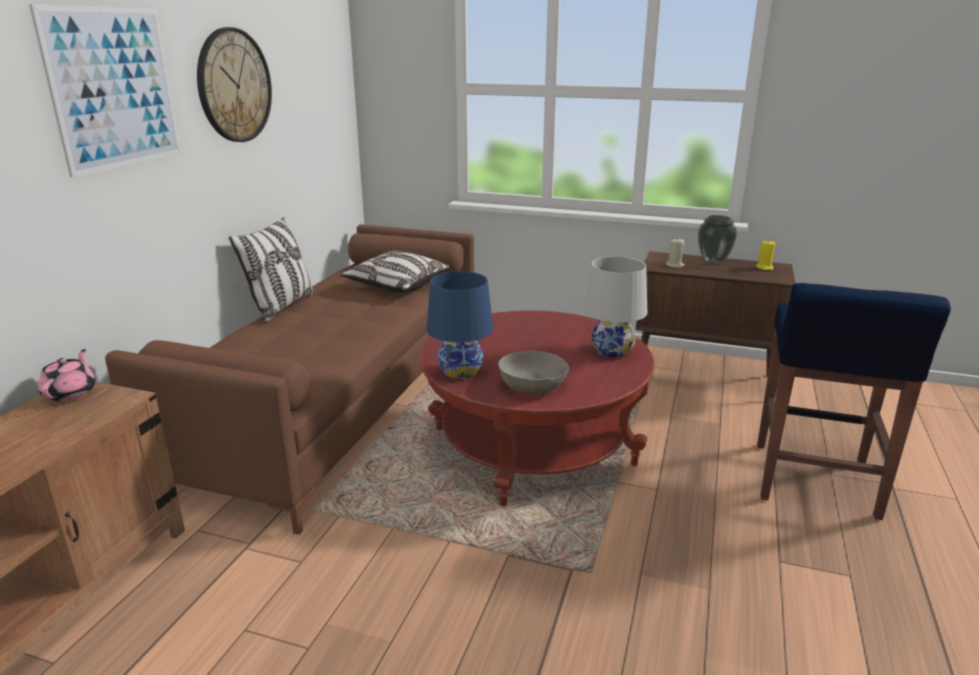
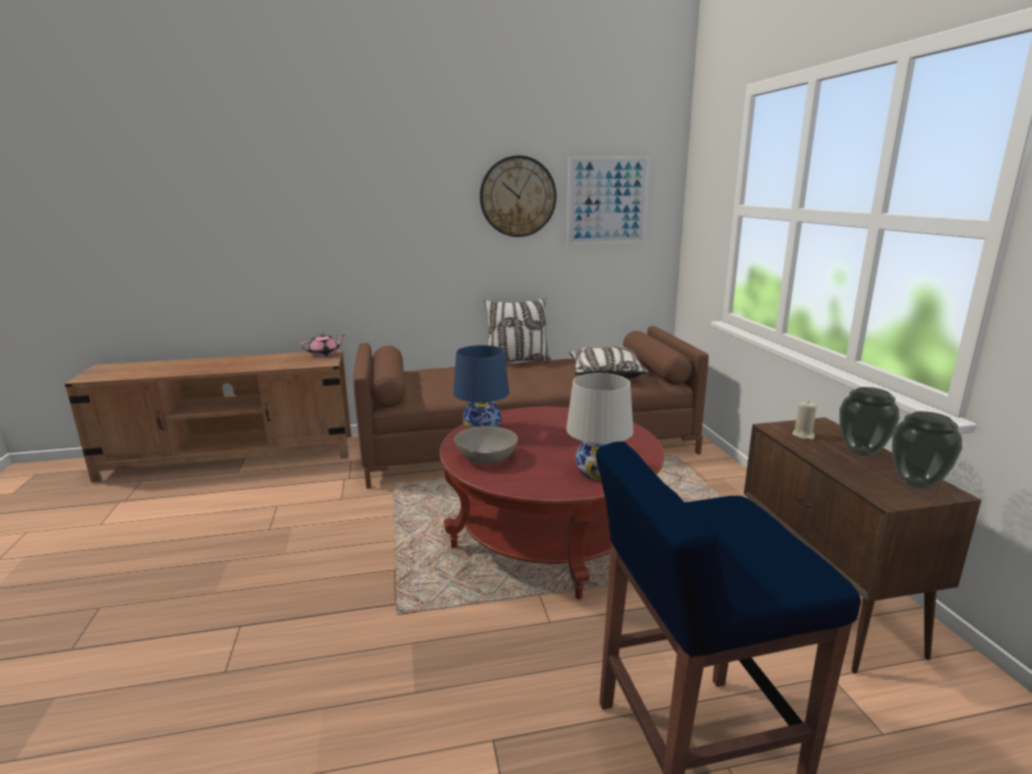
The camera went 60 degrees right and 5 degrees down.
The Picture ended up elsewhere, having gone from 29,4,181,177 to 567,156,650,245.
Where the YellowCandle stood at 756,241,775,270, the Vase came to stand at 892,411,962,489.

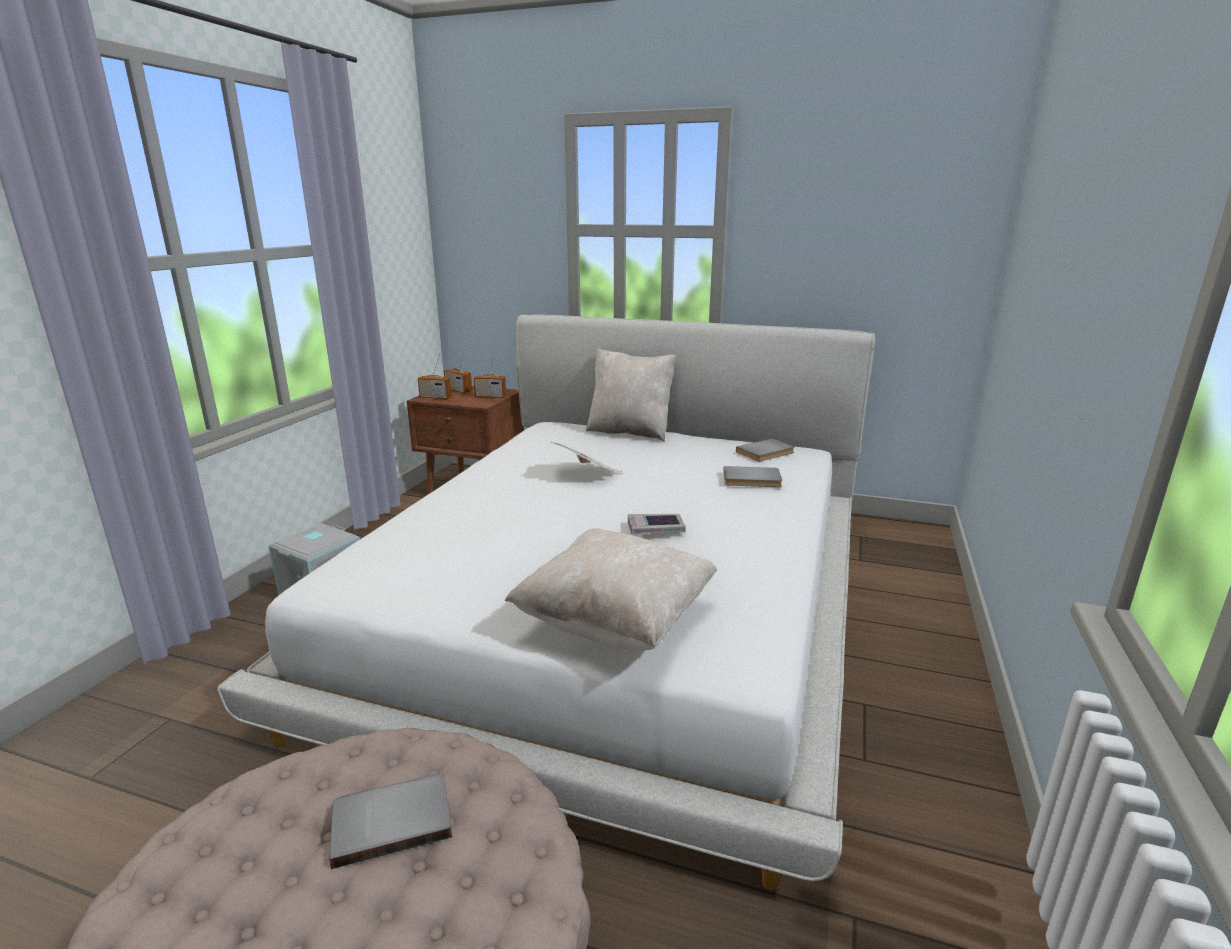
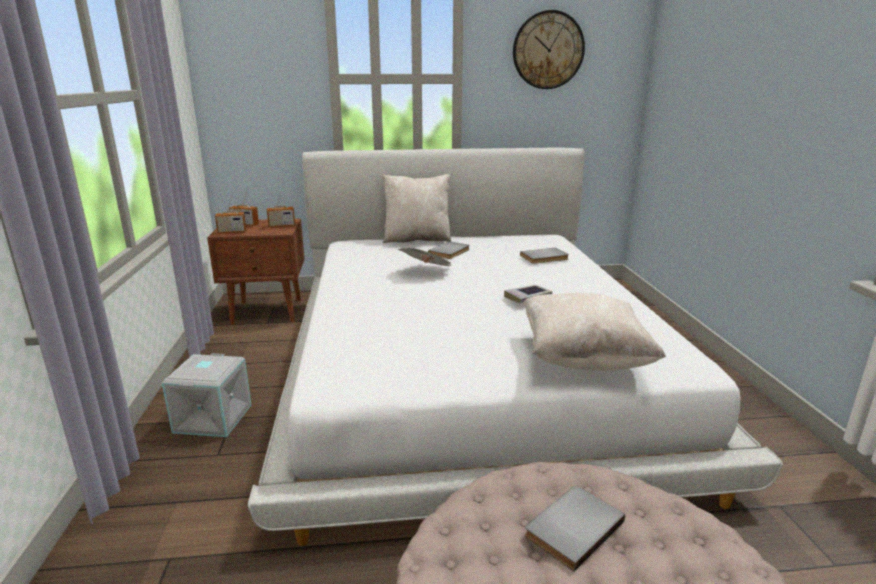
The camera went 25 degrees left and 0 degrees up.
The second view gained the WallClock at 513,10,585,89.
The GreyBook ended up elsewhere, having gone from 736,438,794,461 to 428,241,470,259.

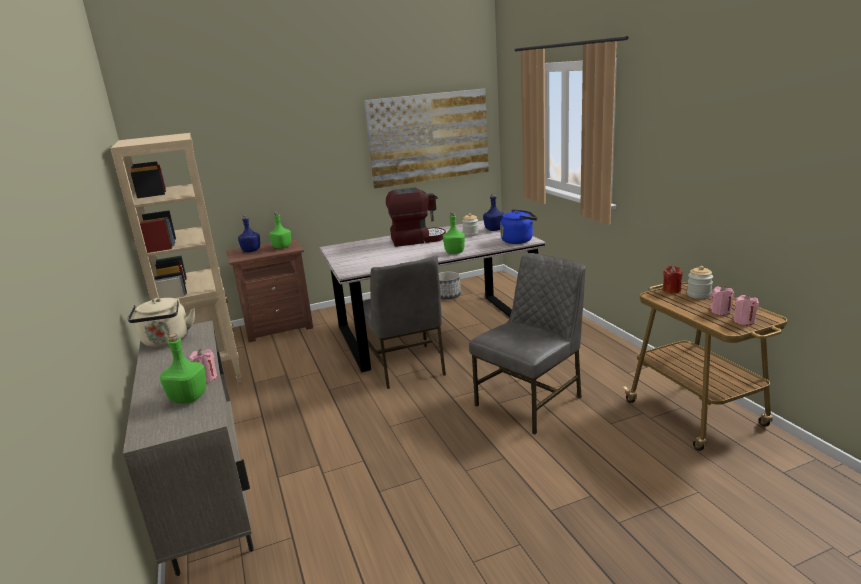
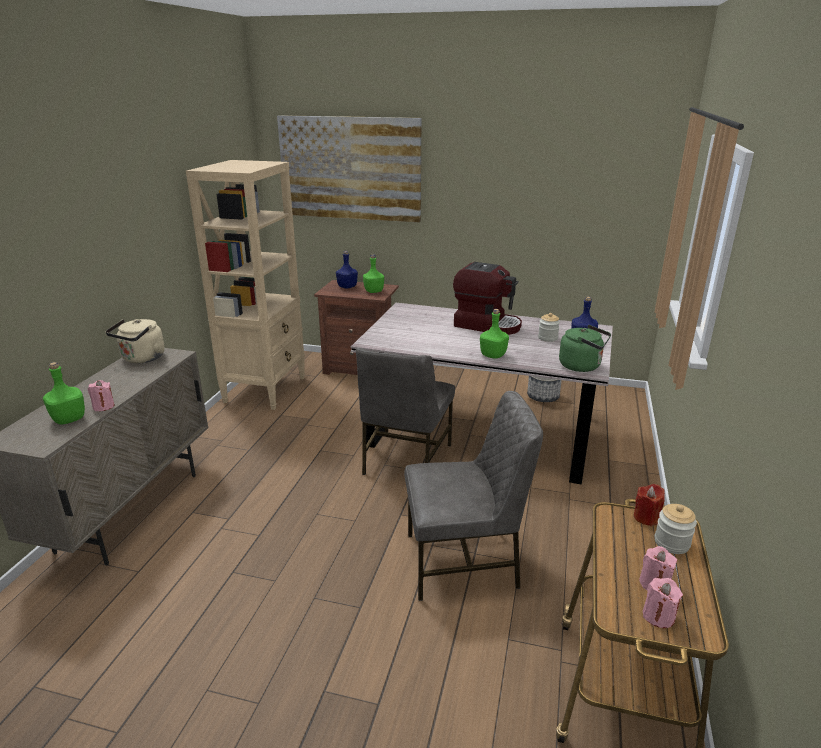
The camera went 35 degrees right and 5 degrees up.
The Picture ended up elsewhere, having gone from 364,88,489,189 to 277,115,421,223.
What was the BlueKettle at 500,209,538,244 turned into the GreenKettle at 559,325,611,372.

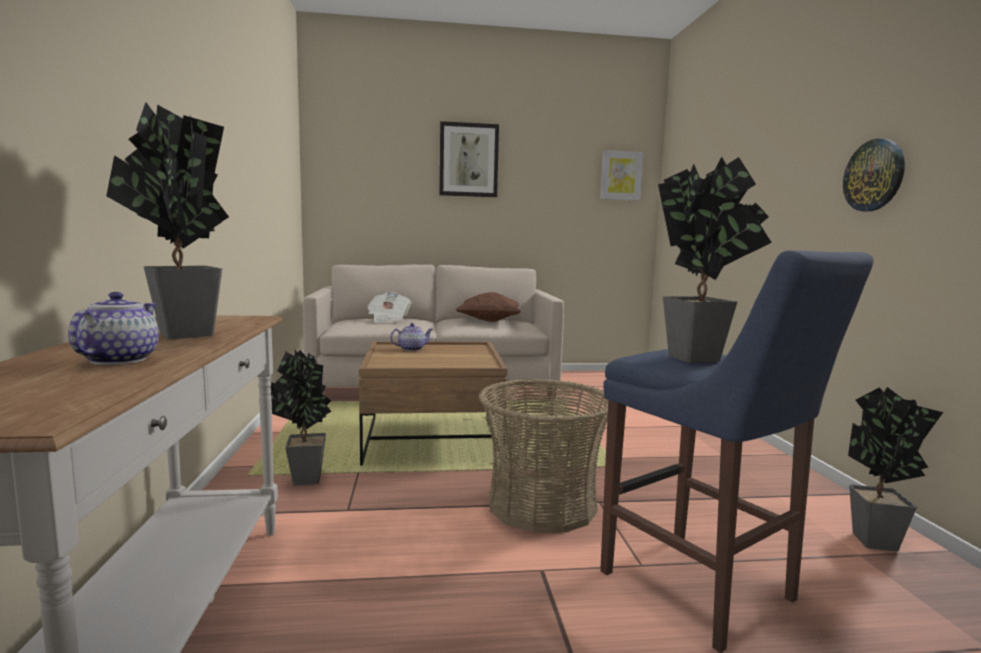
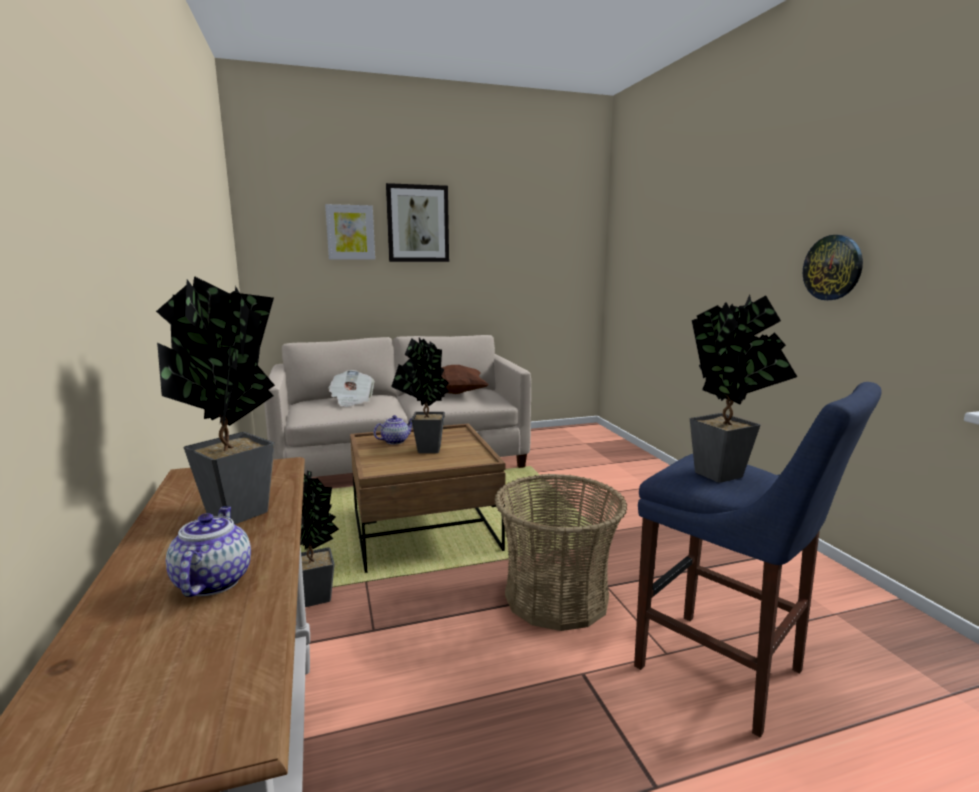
The camera went 10 degrees left and 5 degrees up.
The Picture ended up elsewhere, having gone from 600,150,643,201 to 325,204,375,259.
The PottedPlant ended up elsewhere, having gone from 848,387,943,552 to 391,338,449,453.

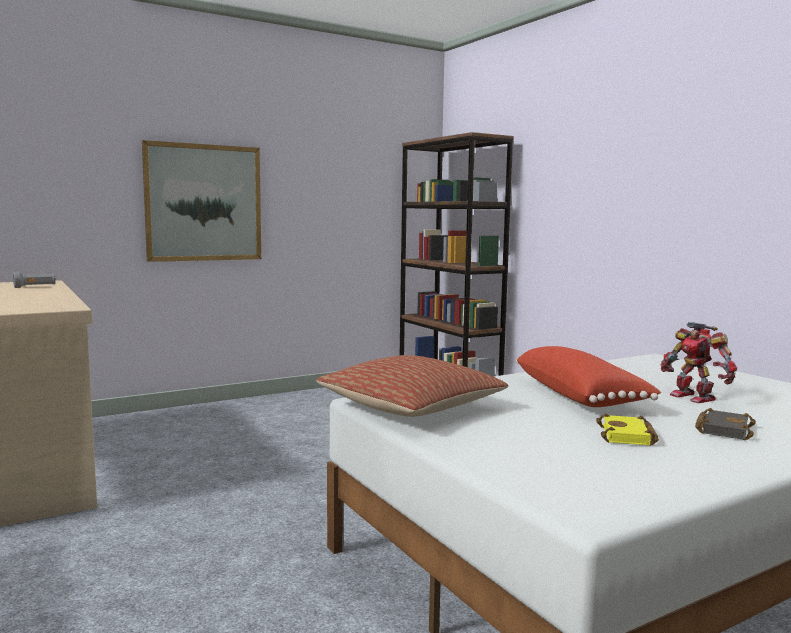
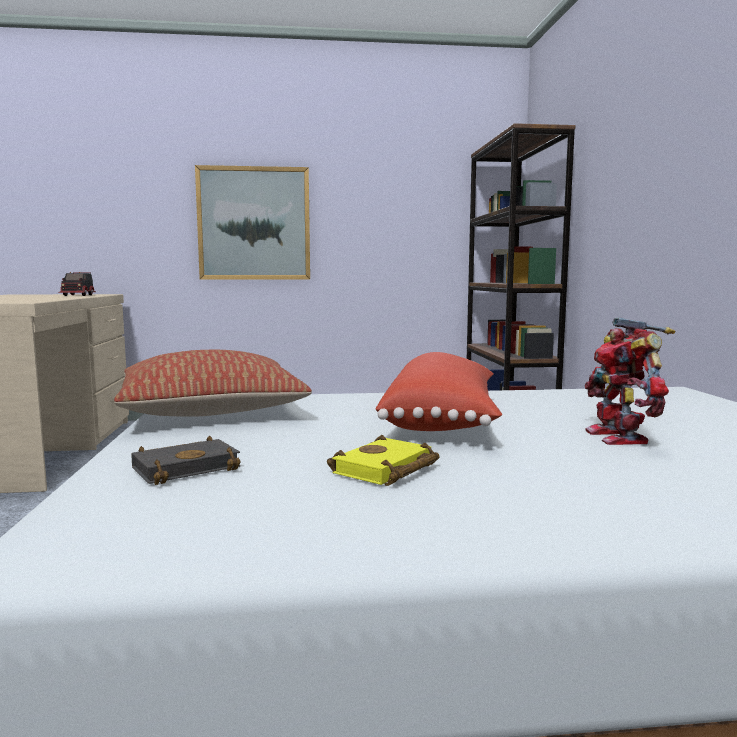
The camera went 25 degrees right and 0 degrees up.
The BlackBook ended up elsewhere, having gone from 695,408,756,440 to 131,435,241,485.
Where the GreyFlashlight stood at 13,272,56,288, the ToyTruck came to stand at 58,272,96,296.

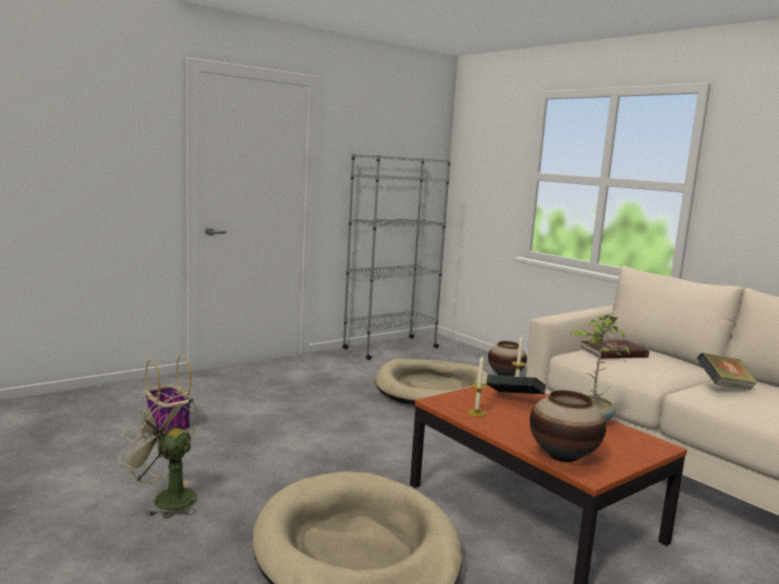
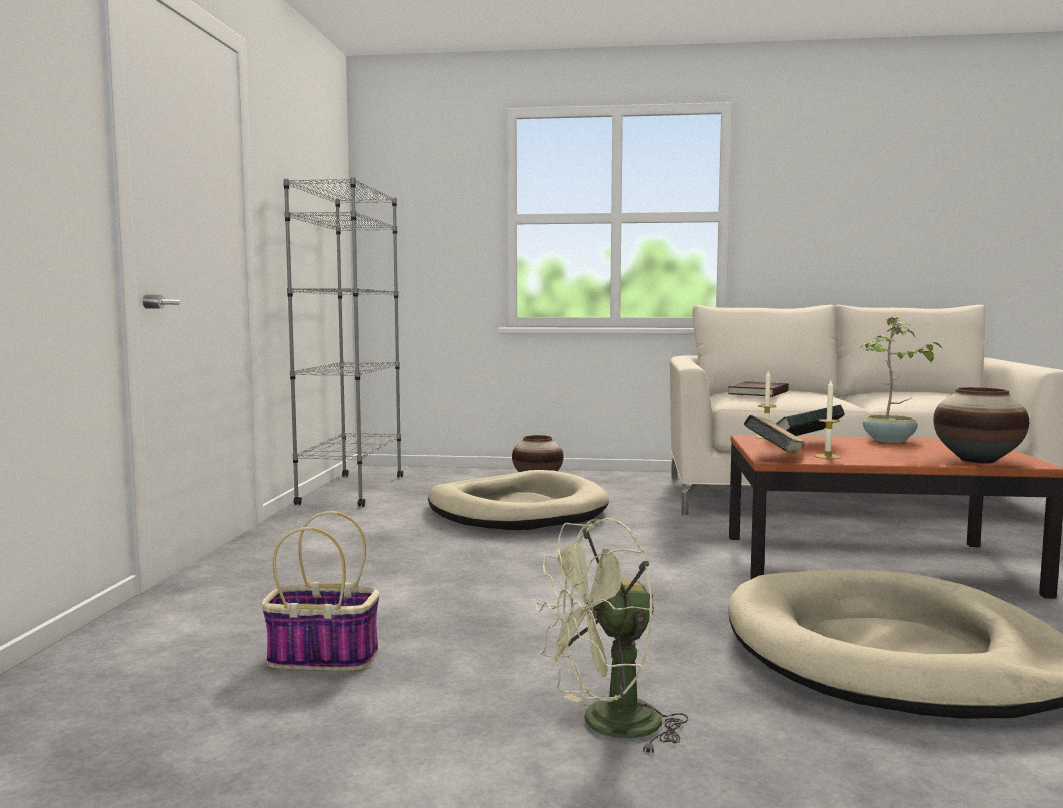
The camera went 45 degrees left and 5 degrees down.
The Book ended up elsewhere, having gone from 697,353,758,390 to 744,415,805,454.

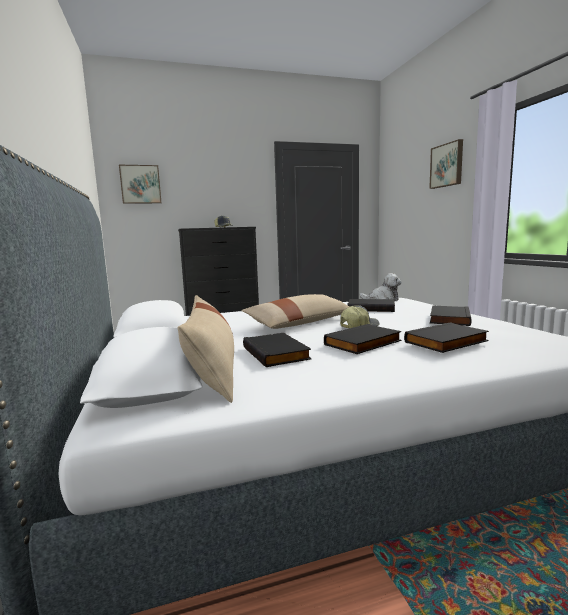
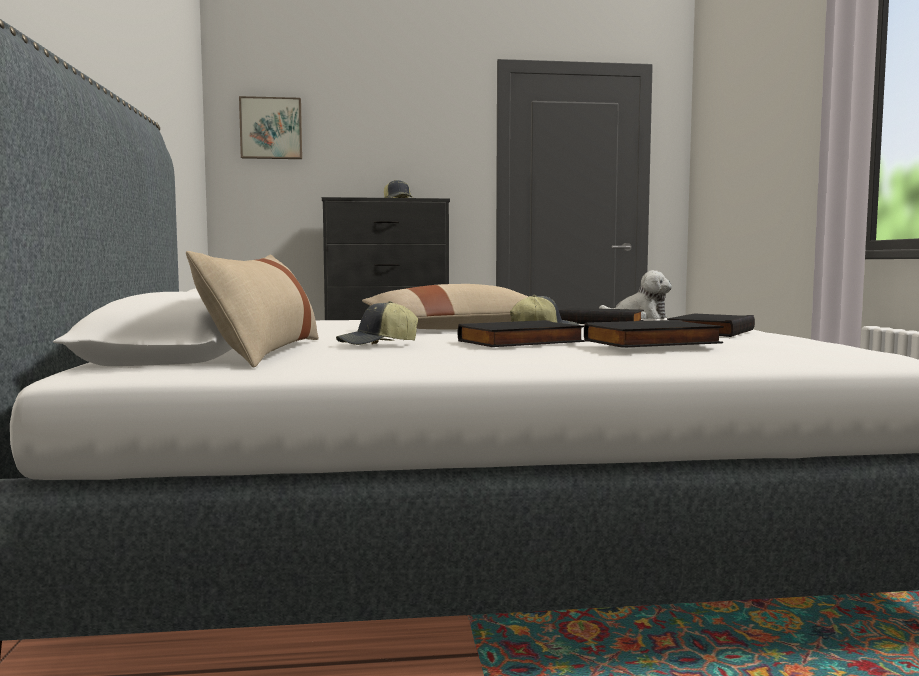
The camera went 10 degrees right and 5 degrees down.
The second view lost the Picture at 429,139,463,189.
Where the BlackBook stood at 243,333,312,367, the Cap came to stand at 336,301,418,345.

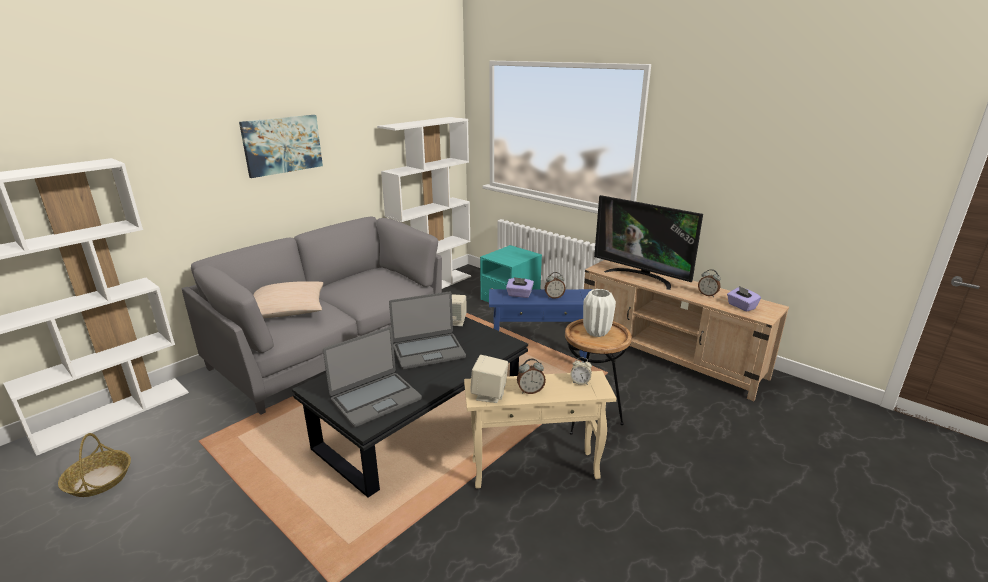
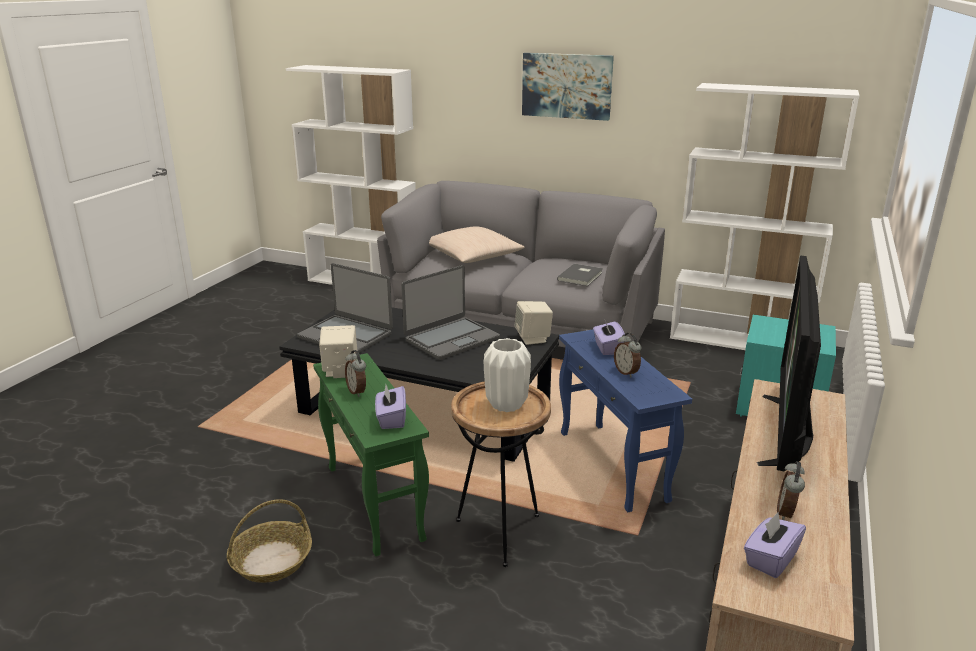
The camera went 70 degrees right and 0 degrees up.
The second view gained the GreyBook at 557,264,603,286.
The Basket ended up elsewhere, having gone from 58,433,131,497 to 227,499,312,583.
Where the AlarmClock stood at 571,358,592,385, the PurpleTissueBox came to stand at 375,384,406,429.
What was the BeigeSideTable at 464,371,617,489 turned into the GreenSideTable at 313,353,429,556.
The Laptop at 389,292,466,370 ended up facing another way, 90 degrees counterclockwise from before.

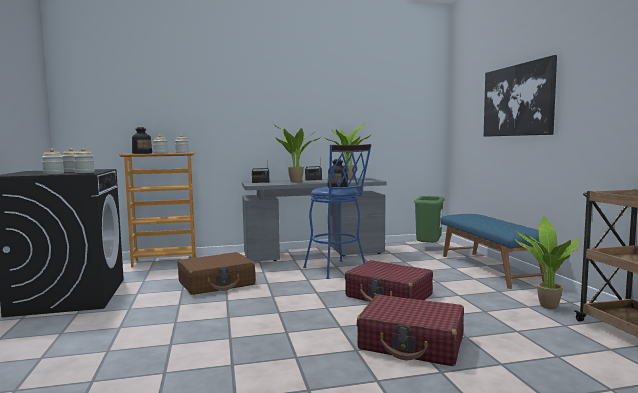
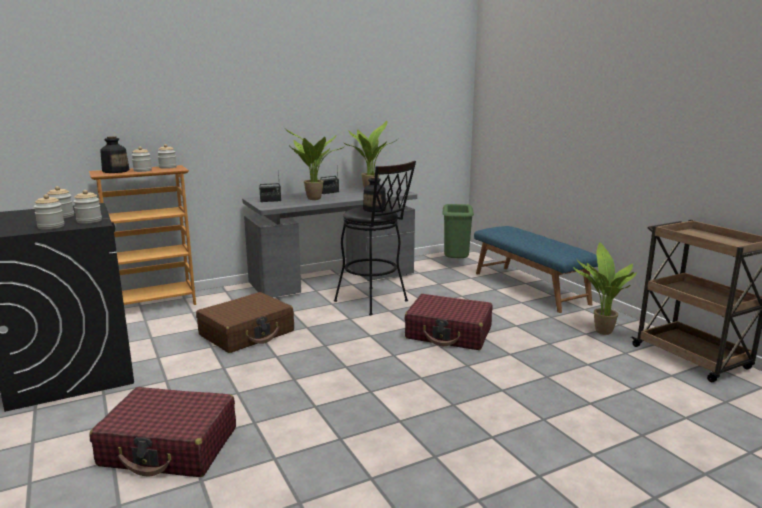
The camera went 15 degrees left and 10 degrees up.
The second view lost the Picture at 484,55,557,137.
The RedSuitcase ended up elsewhere, having gone from 357,294,464,366 to 90,387,236,477.
What was the BlueStool at 303,144,372,279 turned into the BlackStool at 334,161,416,315.

